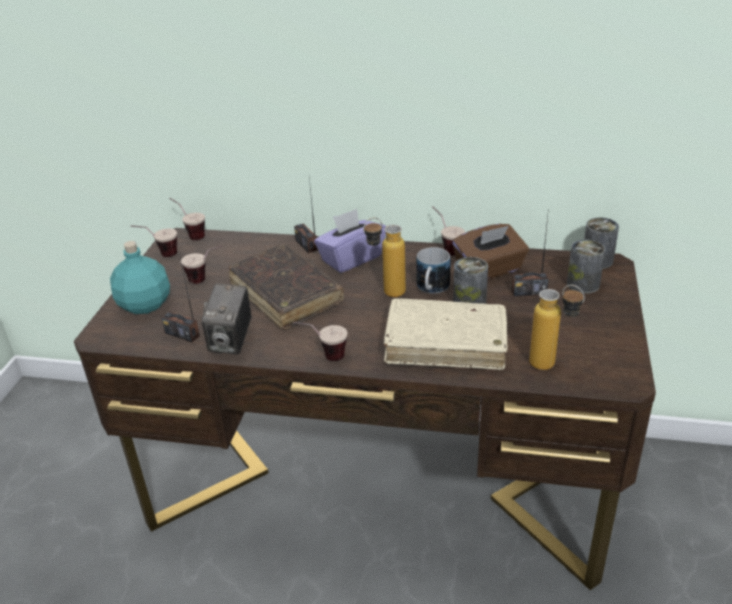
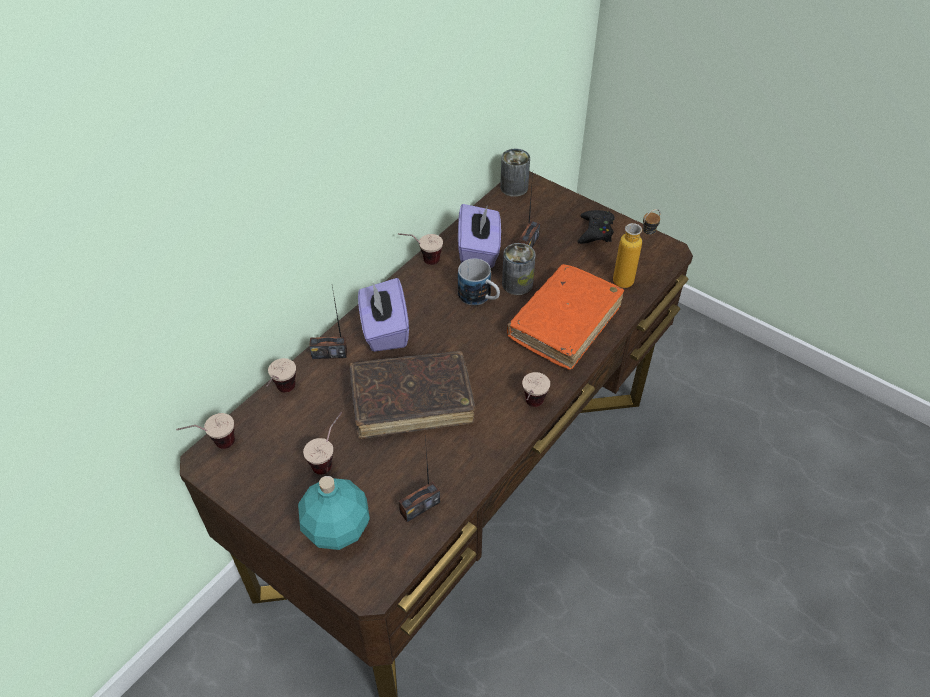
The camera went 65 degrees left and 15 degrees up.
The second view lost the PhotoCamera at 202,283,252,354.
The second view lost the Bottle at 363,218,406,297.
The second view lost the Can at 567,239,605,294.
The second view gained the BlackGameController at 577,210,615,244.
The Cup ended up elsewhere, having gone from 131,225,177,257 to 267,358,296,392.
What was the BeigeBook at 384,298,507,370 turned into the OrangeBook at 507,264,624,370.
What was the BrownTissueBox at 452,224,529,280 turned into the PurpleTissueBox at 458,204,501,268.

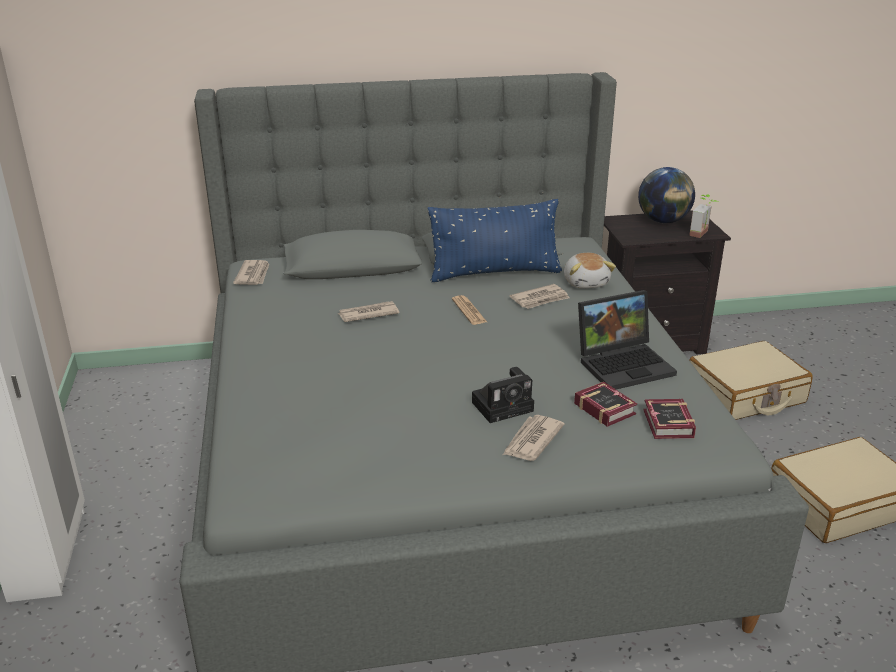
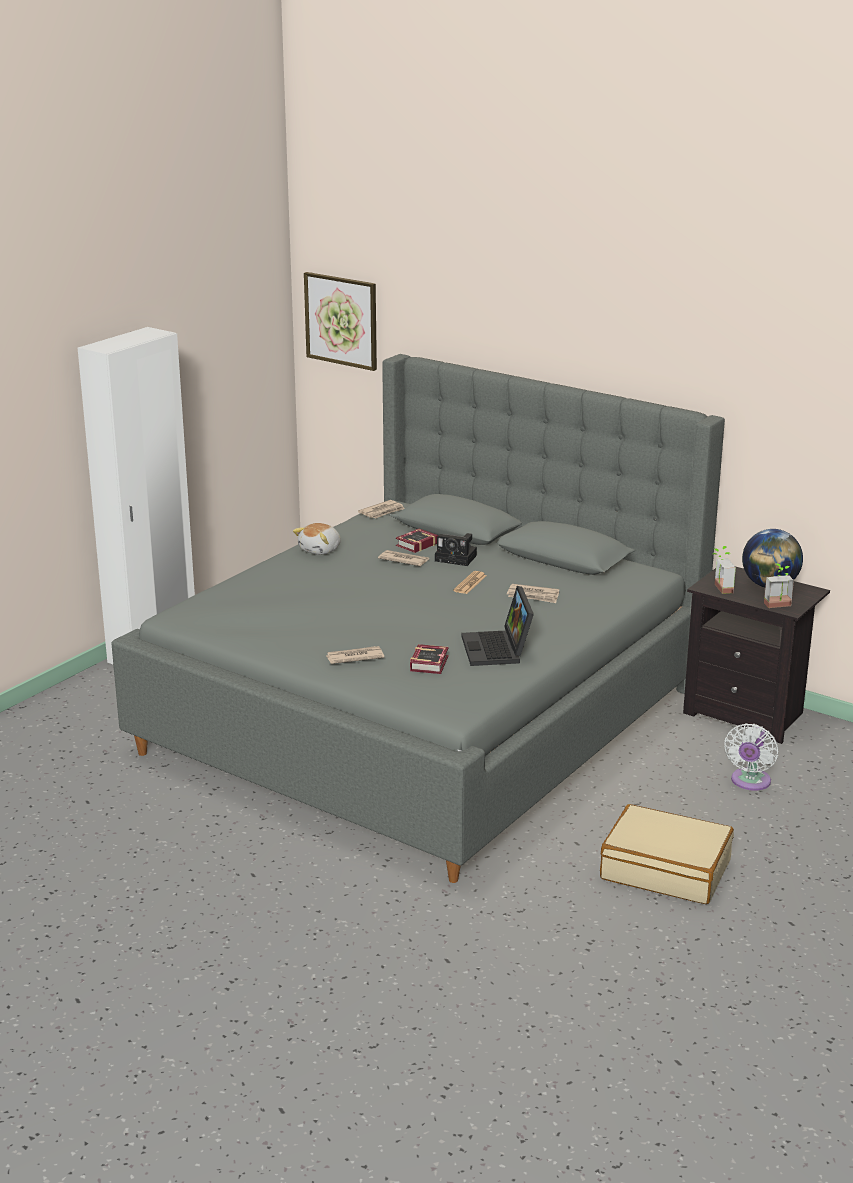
The camera went 45 degrees right and 5 degrees down.
The second view lost the BluePillow at 427,199,562,282.
The second view gained the Picture at 304,272,377,371.
The second view gained the PottedPlant at 713,546,736,594.
The PhotoCamera ended up elsewhere, having gone from 472,367,534,423 to 435,533,477,566.
The PlushToy ended up elsewhere, having gone from 564,253,616,289 to 293,523,341,555.
The Book ended up elsewhere, having gone from 643,399,696,439 to 396,529,438,553.
Where the BeigeSuitcase stood at 689,341,813,420, the WhiteFan came to stand at 724,723,778,791.
The Laptop at 578,290,677,389 ended up facing another way, 60 degrees clockwise from before.

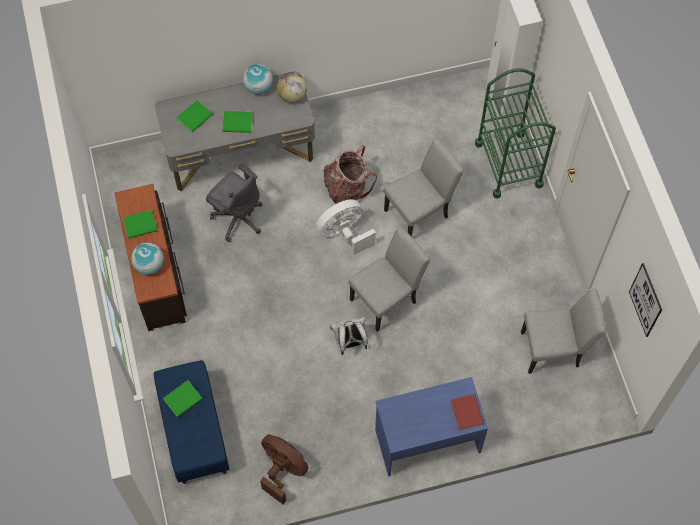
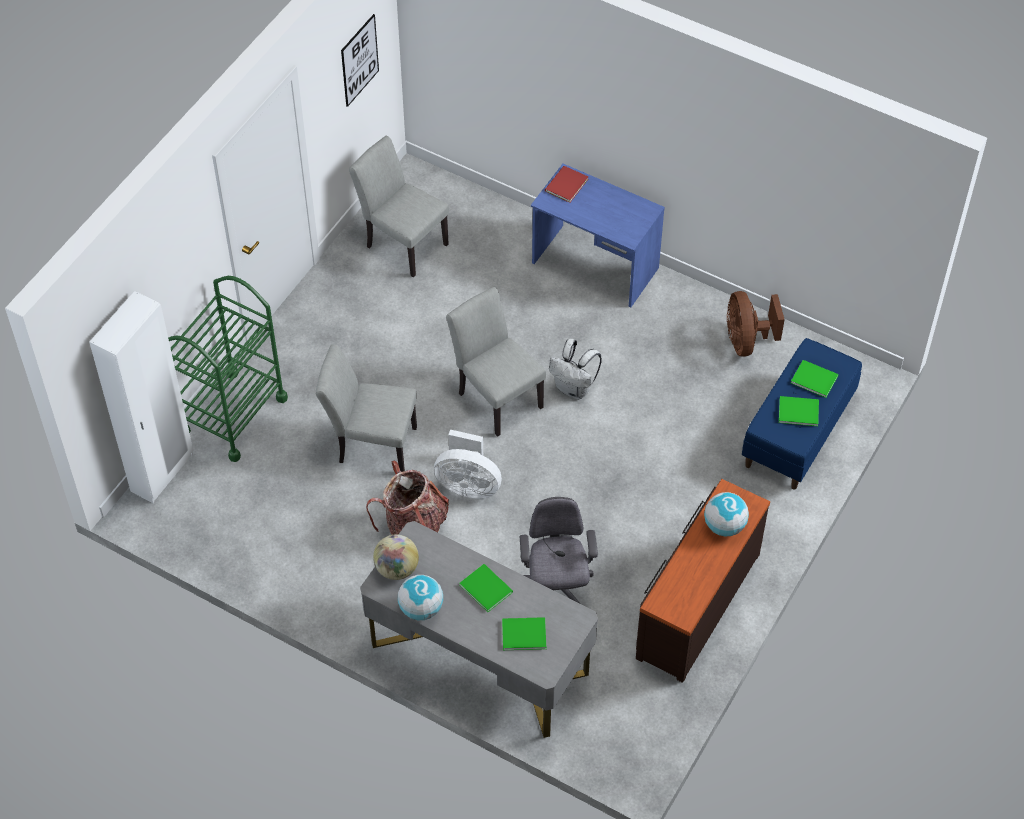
The camera went 135 degrees left and 10 degrees down.
The GreenBook ended up elsewhere, having gone from 123,210,158,239 to 791,360,839,398.
The GreyChair at 348,226,430,332 ended up facing another way, 45 degrees clockwise from before.

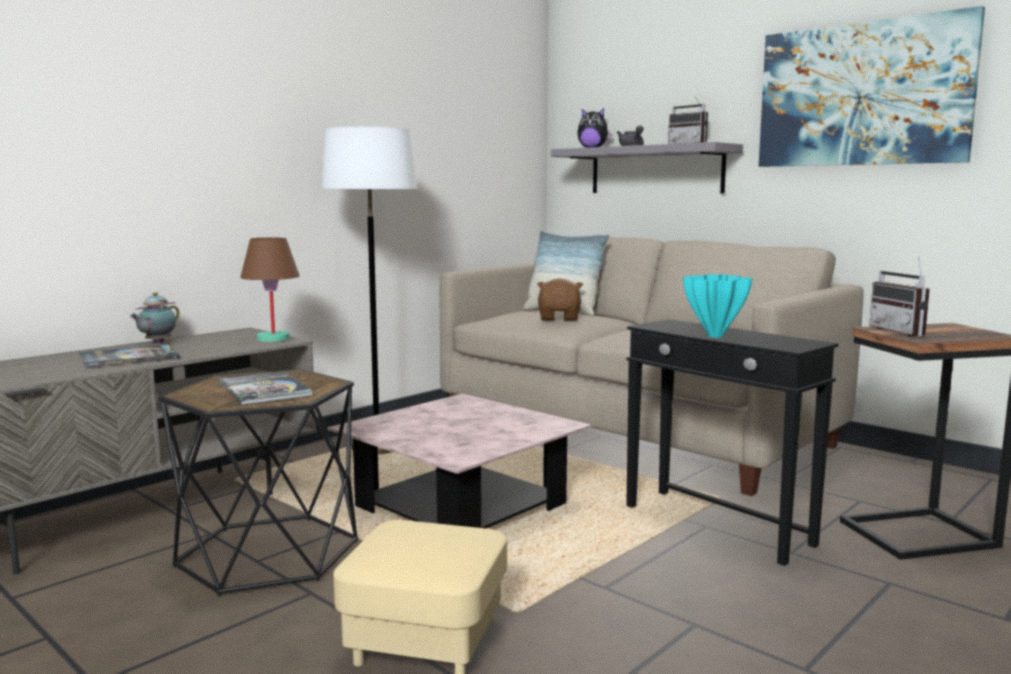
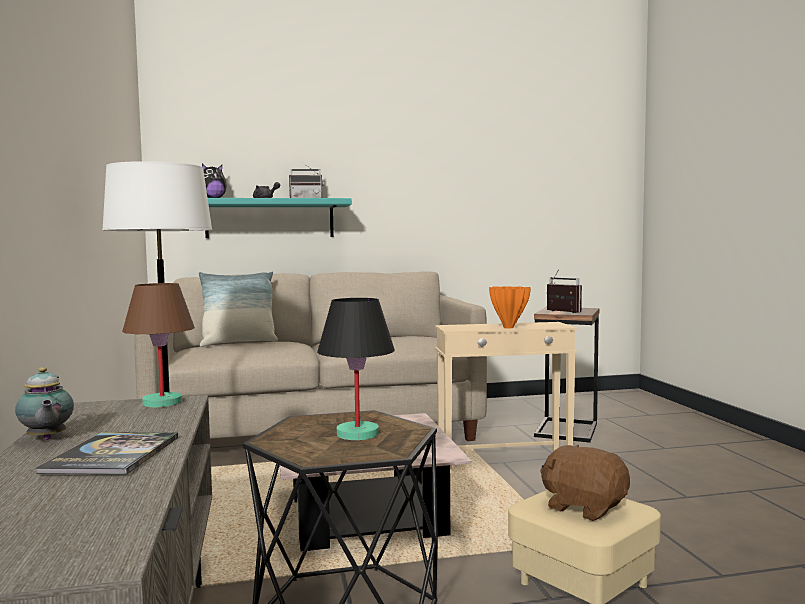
The camera went 55 degrees left and 5 degrees down.
The second view lost the Picture at 759,6,985,167.
The BrownPlushToy ended up elsewhere, having gone from 537,278,583,321 to 540,444,630,521.
Where the Book stood at 219,371,313,406, the BlackTableLamp came to stand at 317,298,395,440.
What was the GreyShelf at 551,142,743,193 turned into the TurquoiseShelf at 205,198,352,238.
What was the BlackSideTable at 626,319,838,566 turned into the BeigeSideTable at 435,322,577,469.
What was the TurquoiseVase at 683,274,753,338 turned into the OrangeVase at 489,286,531,328.
The Radio at 869,256,930,336 ended up facing another way, 150 degrees counterclockwise from before.

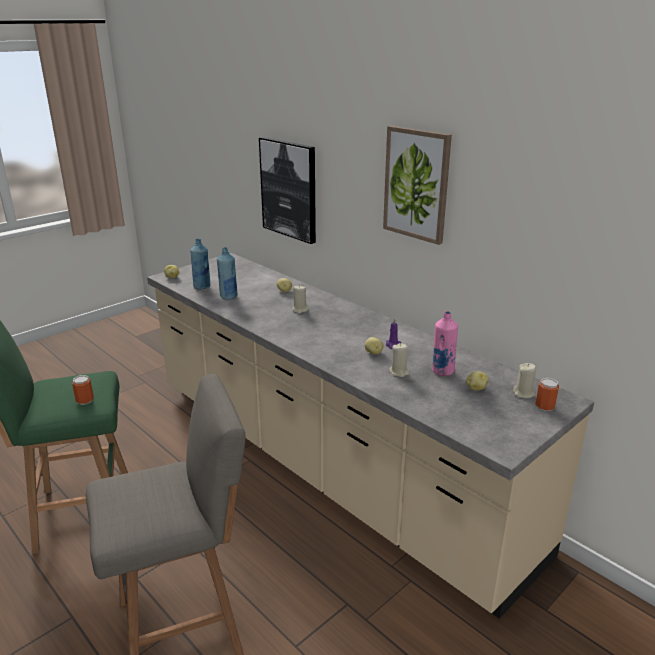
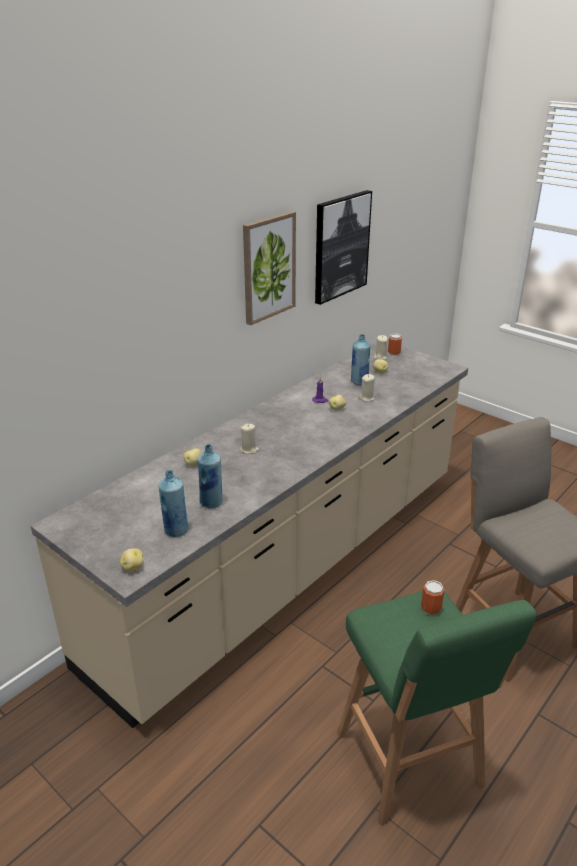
The camera went 95 degrees left and 5 degrees up.
The Picture ended up elsewhere, having gone from 259,137,316,244 to 315,190,372,305.
What was the PinkBottle at 432,311,458,376 turned into the BlueBottle at 351,334,370,385.

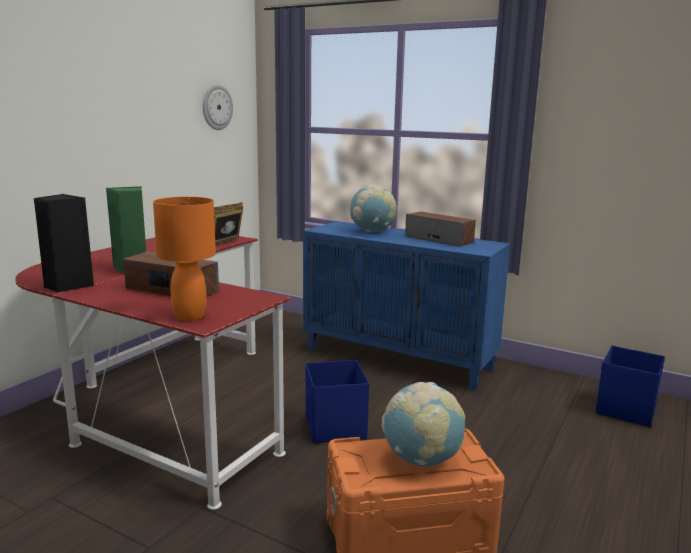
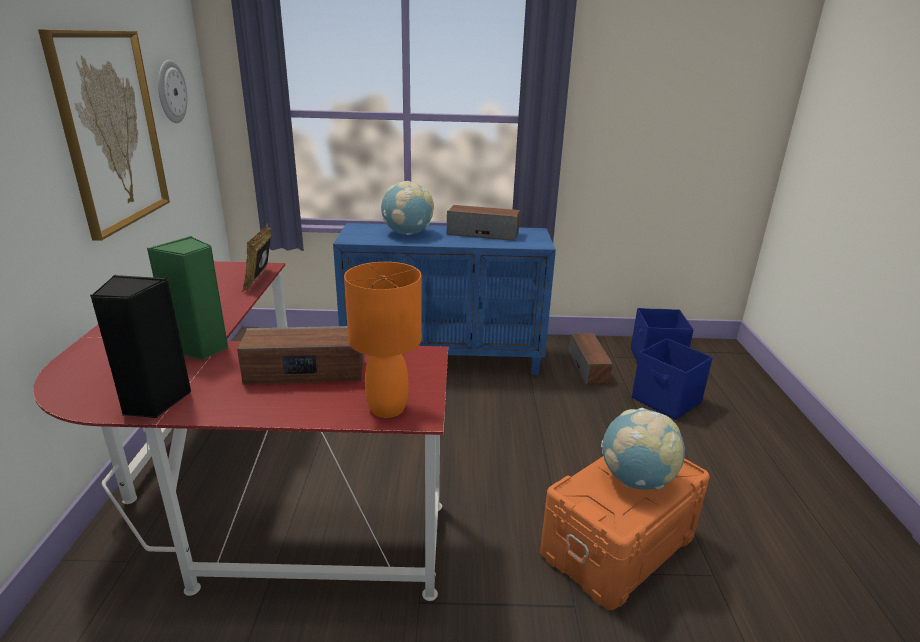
The camera went 30 degrees left and 10 degrees up.
The second view gained the Picture at 38,29,170,241.
The second view gained the Speaker at 569,333,613,385.
The BlueStorageBox ended up elsewhere, having gone from 305,360,369,443 to 632,338,713,420.

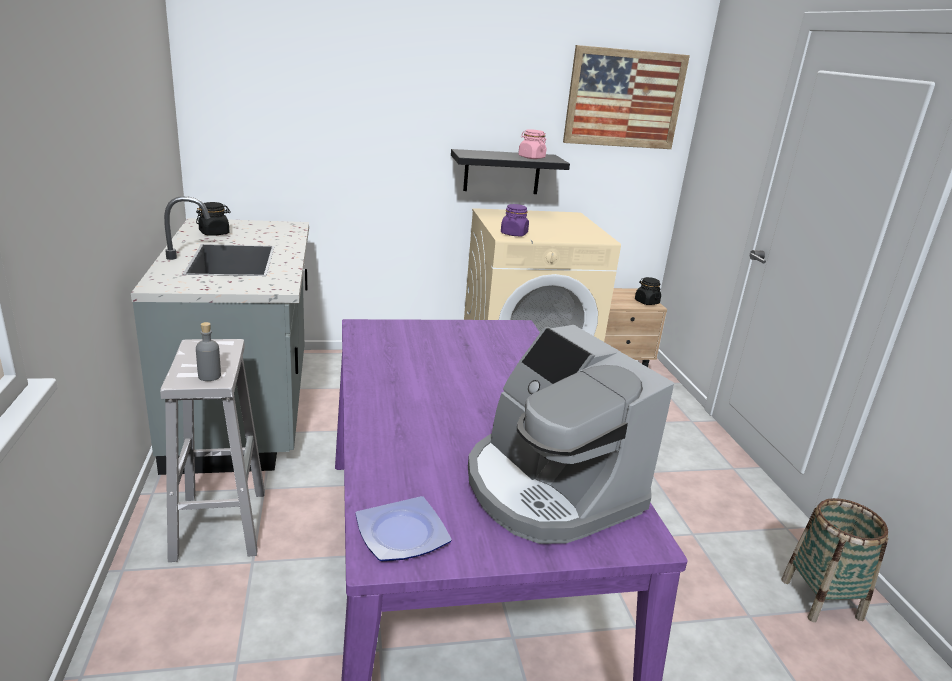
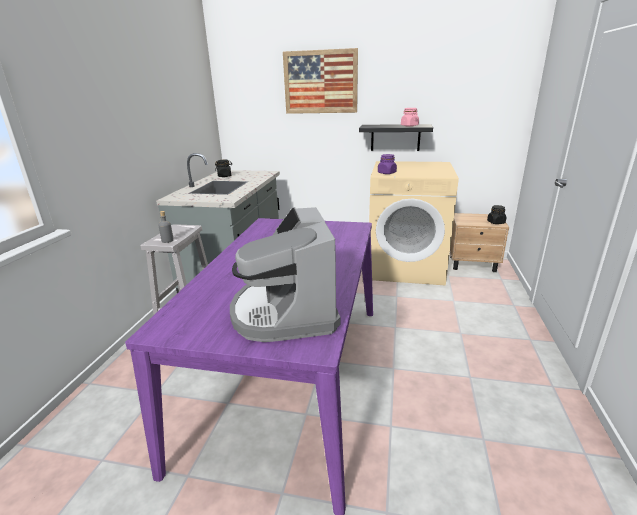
The camera went 25 degrees right and 0 degrees up.
The second view lost the Plate at 355,496,452,561.
The second view lost the Basket at 781,498,888,622.
The Picture ended up elsewhere, having gone from 563,45,690,149 to 283,48,358,114.

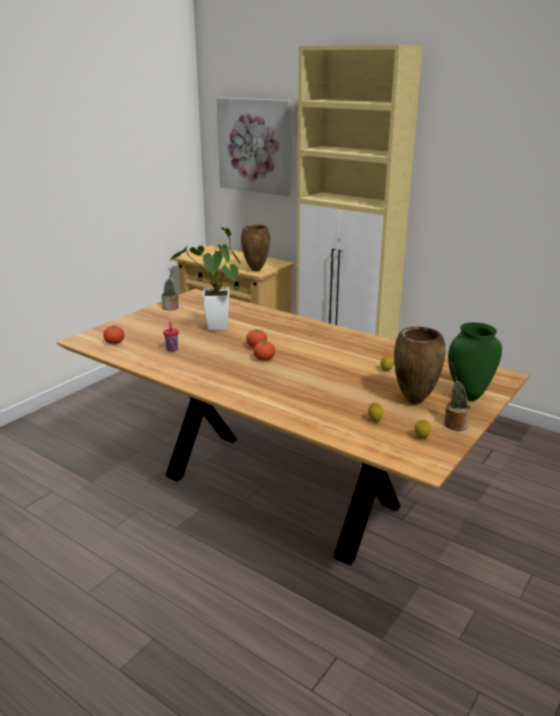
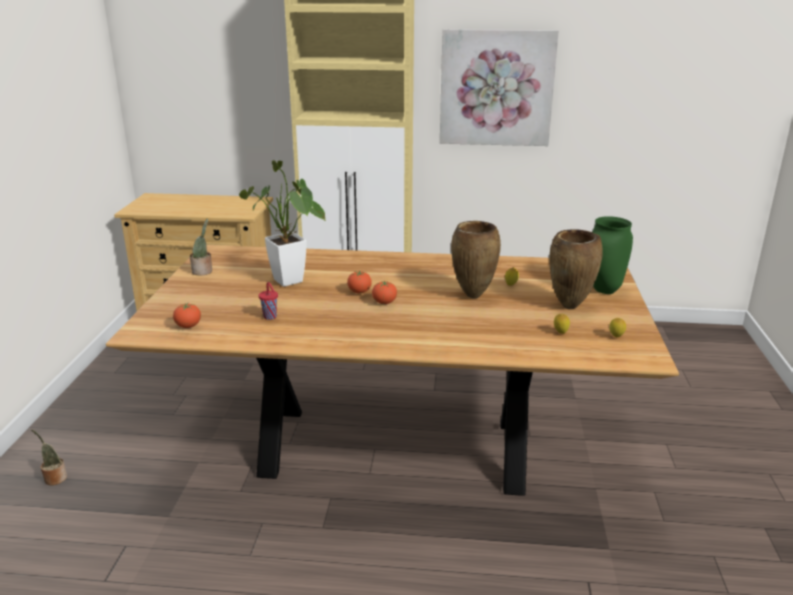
The camera went 30 degrees left and 0 degrees up.
The Picture ended up elsewhere, having gone from 217,98,291,196 to 440,29,559,146.
The BrownVase ended up elsewhere, having gone from 241,224,270,271 to 451,221,501,298.
The PottedPlant ended up elsewhere, having gone from 444,362,471,431 to 31,430,67,486.

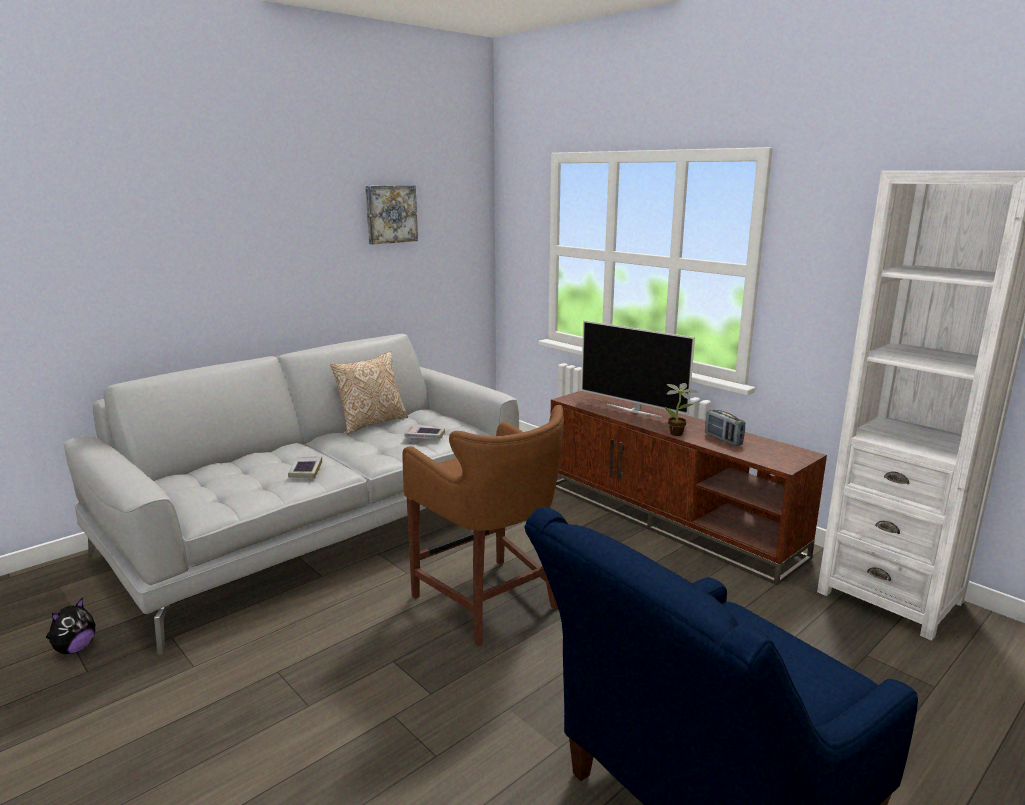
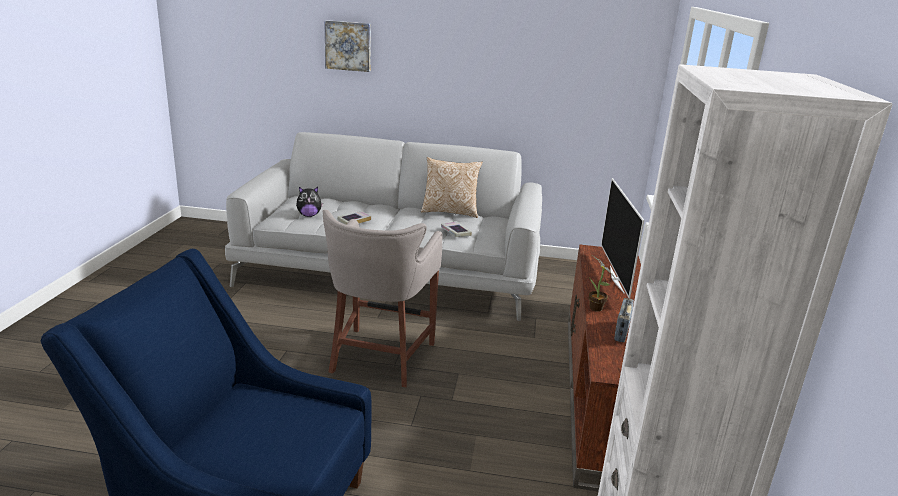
The camera went 50 degrees right and 5 degrees up.
The PlushToy ended up elsewhere, having gone from 46,597,95,654 to 296,187,323,217.
The Picture ended up elsewhere, having gone from 365,185,418,244 to 324,20,371,72.
What was the BrownStool at 402,405,564,647 turned into the GreyStool at 322,210,442,387.

